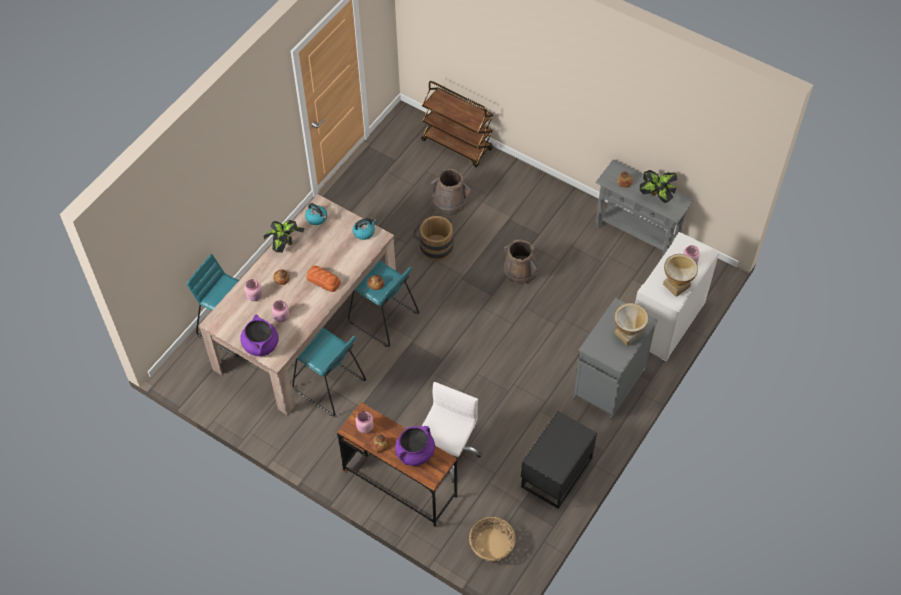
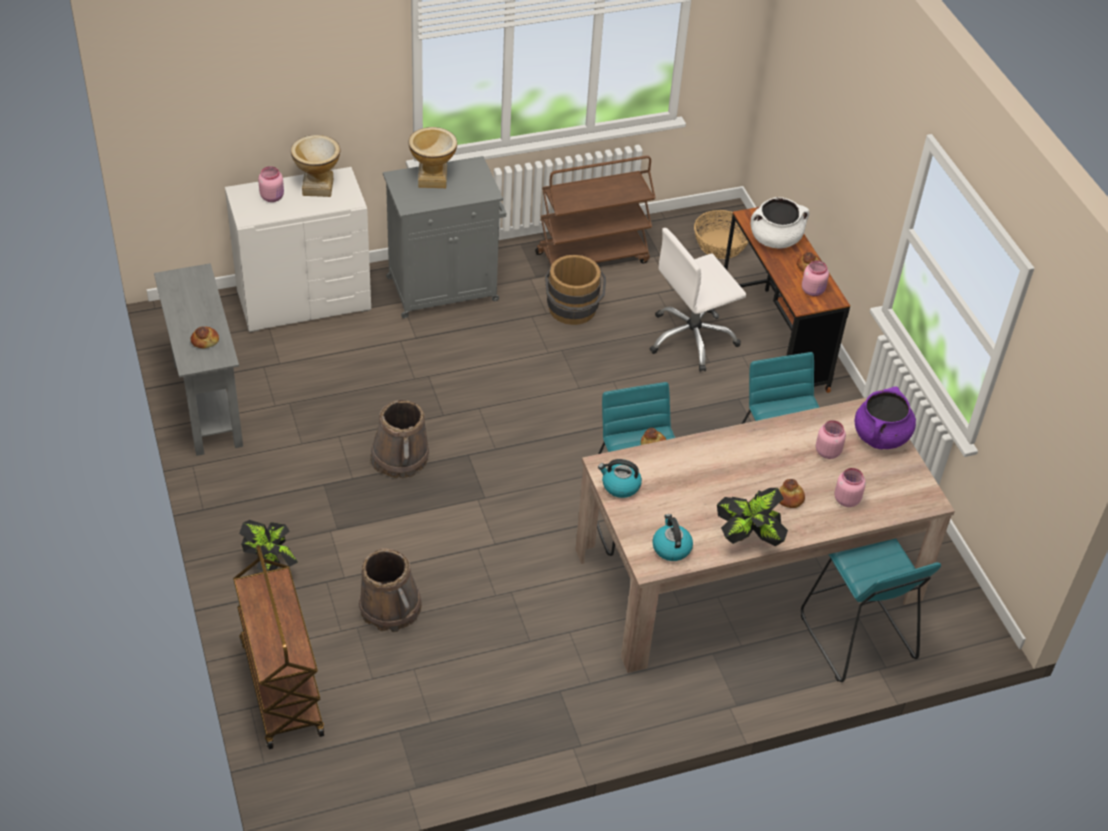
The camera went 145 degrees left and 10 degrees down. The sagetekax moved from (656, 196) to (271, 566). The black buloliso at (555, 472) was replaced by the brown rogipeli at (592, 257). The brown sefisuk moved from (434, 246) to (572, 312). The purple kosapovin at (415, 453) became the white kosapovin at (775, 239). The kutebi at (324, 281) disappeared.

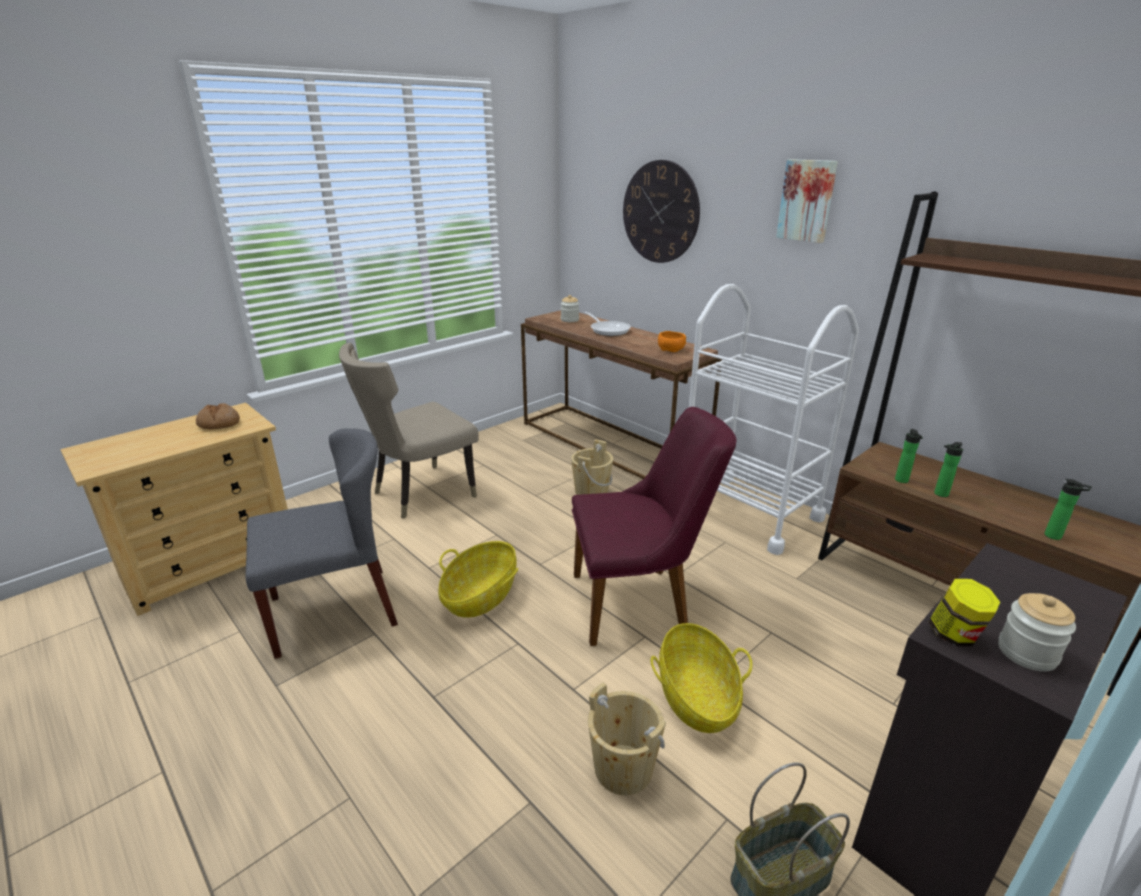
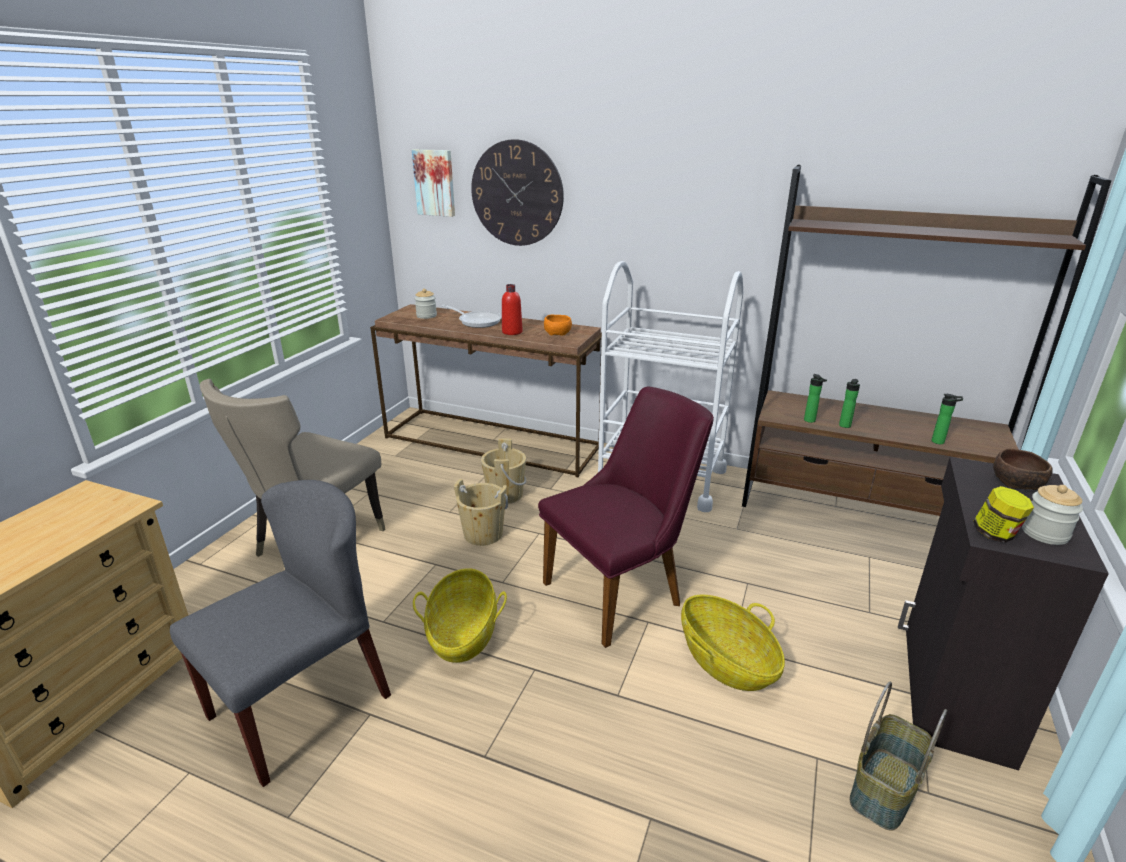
The camera went 25 degrees left and 0 degrees up. The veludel moved from (807, 200) to (435, 182). The beige sefisuk moved from (623, 769) to (483, 534). The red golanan at (512, 332) appeared. The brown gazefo at (1018, 483) appeared. The kutebi at (219, 424) disappeared.

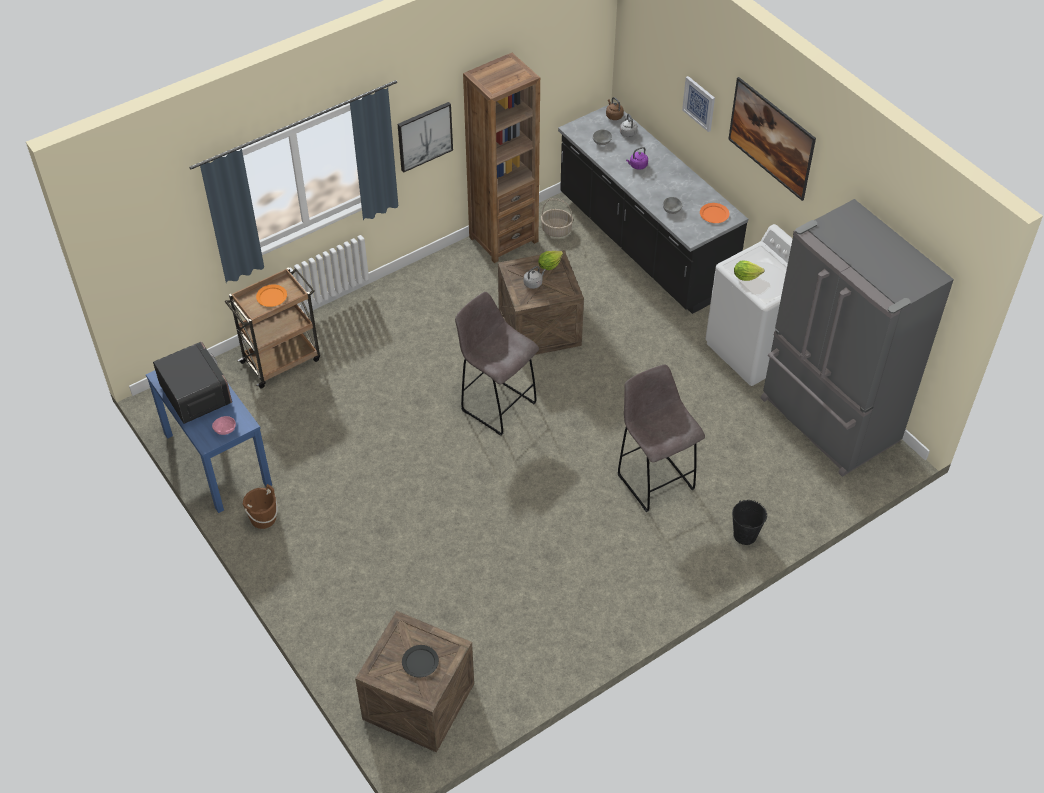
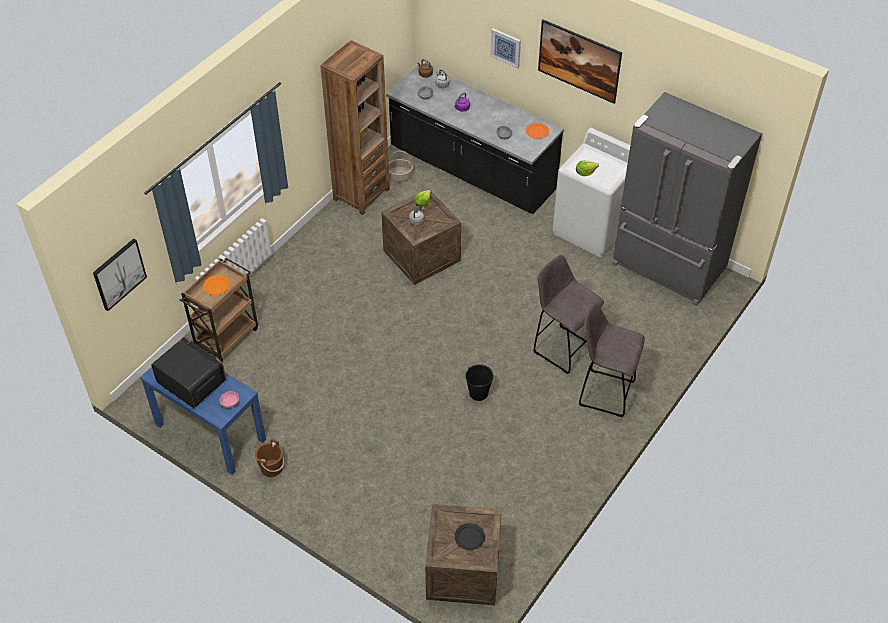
The camera went 20 degrees left and 0 degrees up. The veludel moved from (424, 136) to (119, 274). The black sefisuk moved from (745, 535) to (478, 393). The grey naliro moved from (497, 405) to (604, 392).

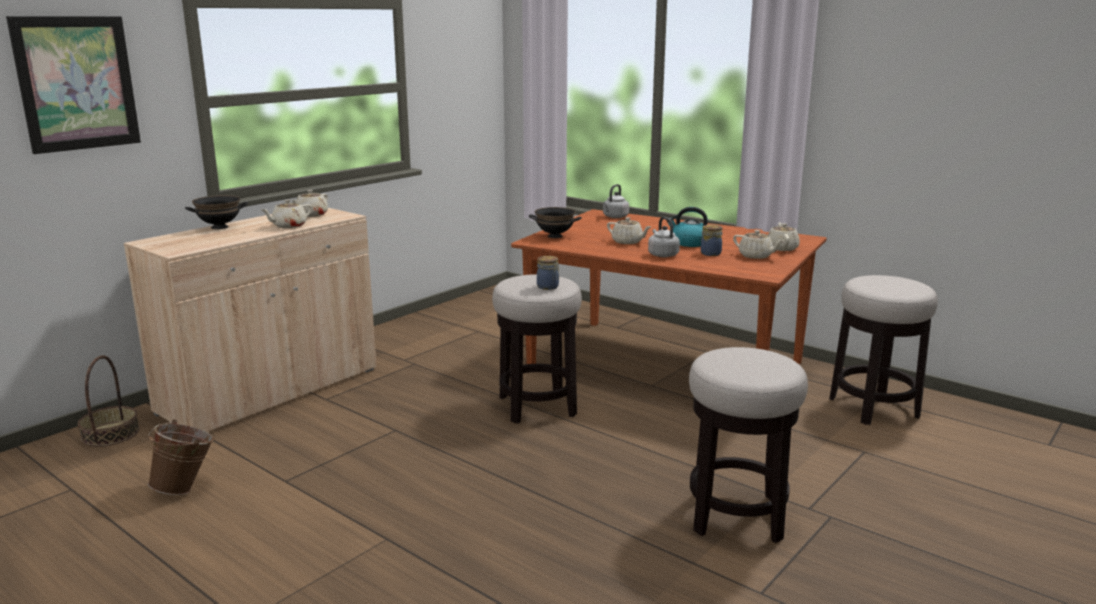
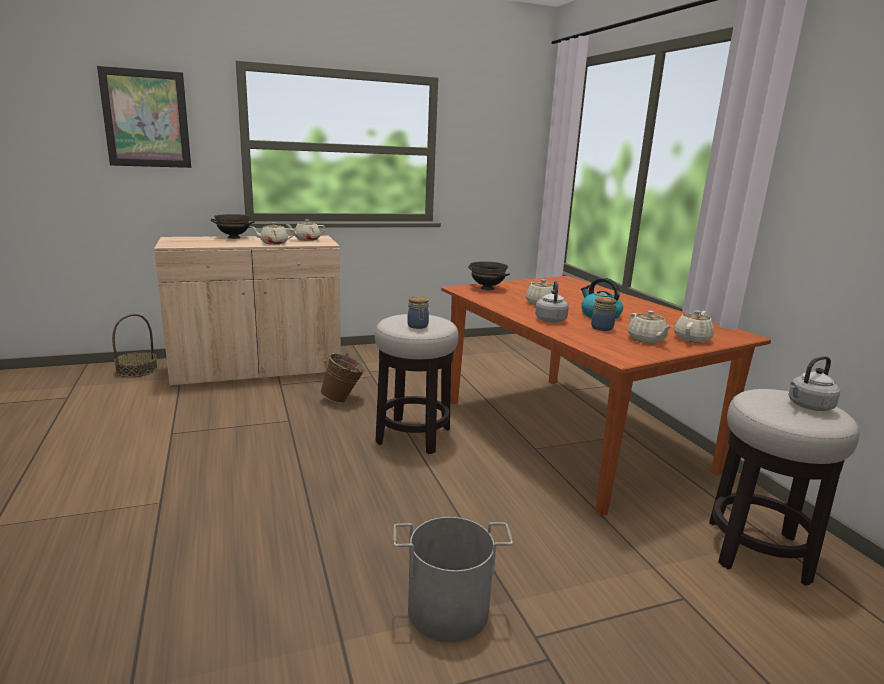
The camera went 30 degrees right and 0 degrees up. The brown sefisuk moved from (186, 488) to (343, 400). The naliro at (736, 515) was replaced by the grey sefisuk at (448, 608). The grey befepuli moved from (614, 217) to (808, 406).

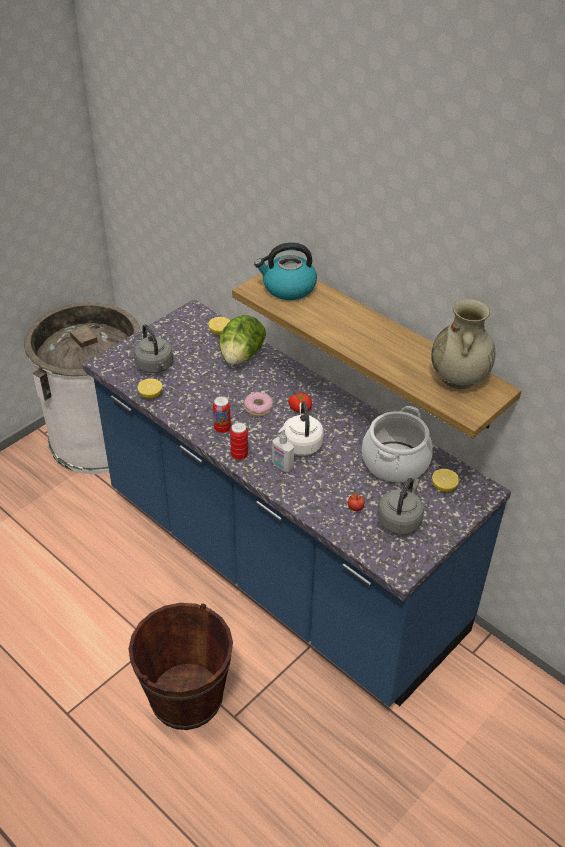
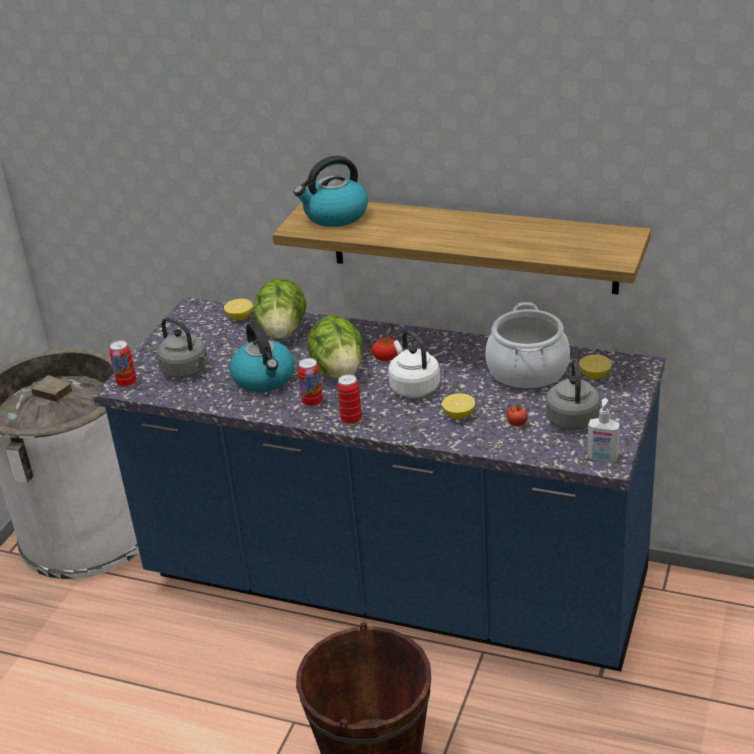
The camera went 20 degrees left and 10 degrees down. The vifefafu at (126, 383) appeared. The befepuli at (265, 379) appeared. The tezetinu at (258, 408) was replaced by the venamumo at (338, 371). The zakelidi moved from (150, 395) to (459, 415). The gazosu moved from (282, 466) to (602, 458). The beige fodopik at (458, 379) disappeared.

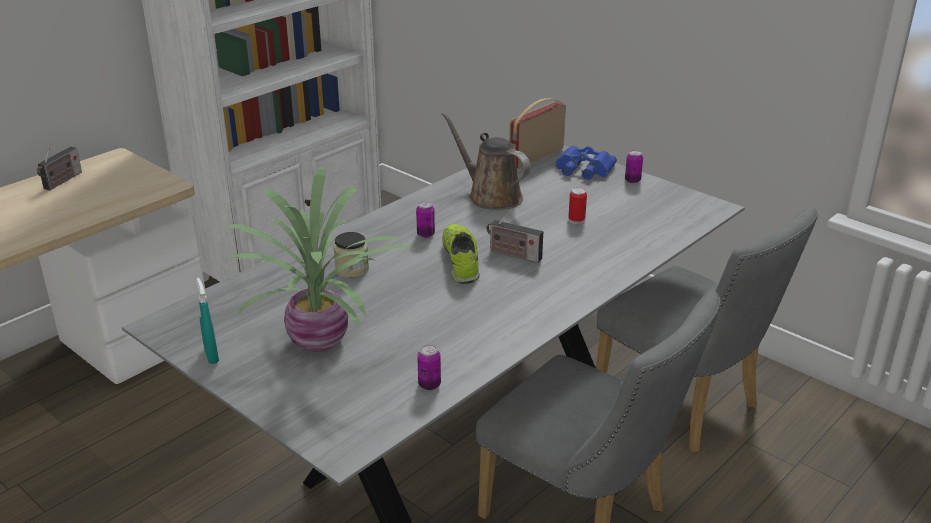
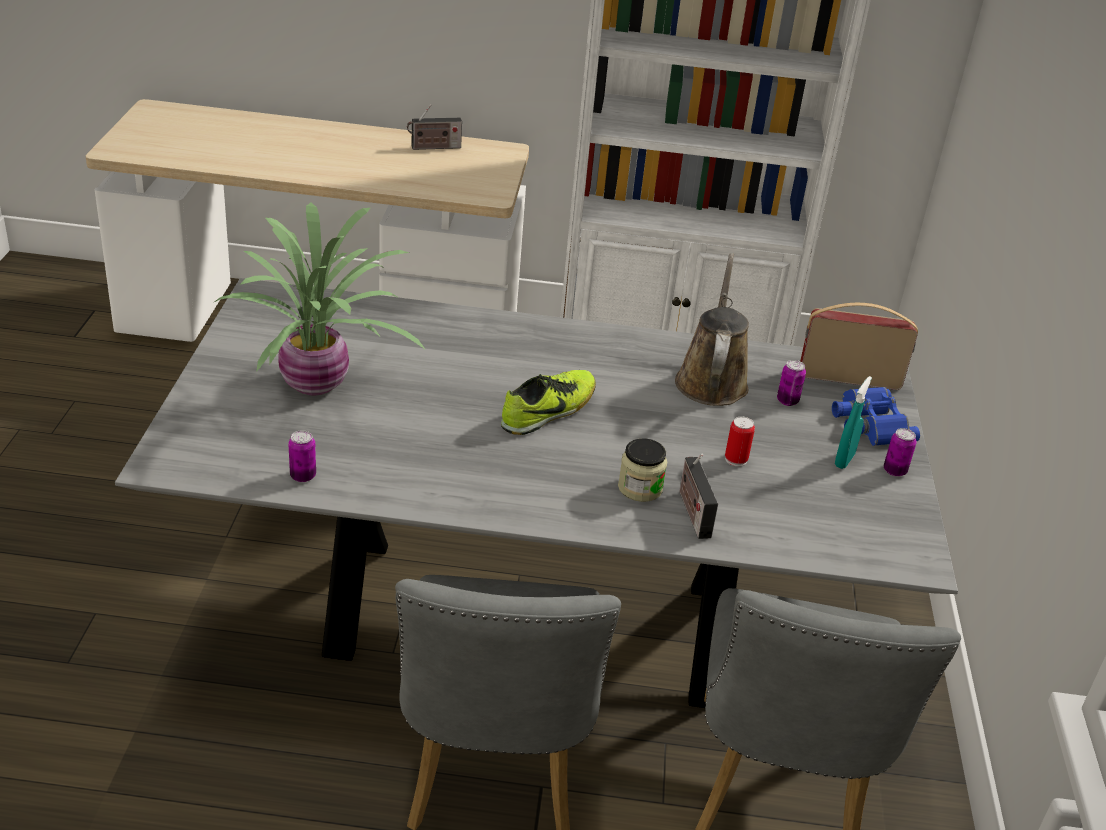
The camera went 50 degrees right and 5 degrees up. The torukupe moved from (352, 270) to (640, 488). The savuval moved from (513, 255) to (692, 512). The vifefafu moved from (425, 234) to (787, 401). The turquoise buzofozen moved from (211, 356) to (844, 460).

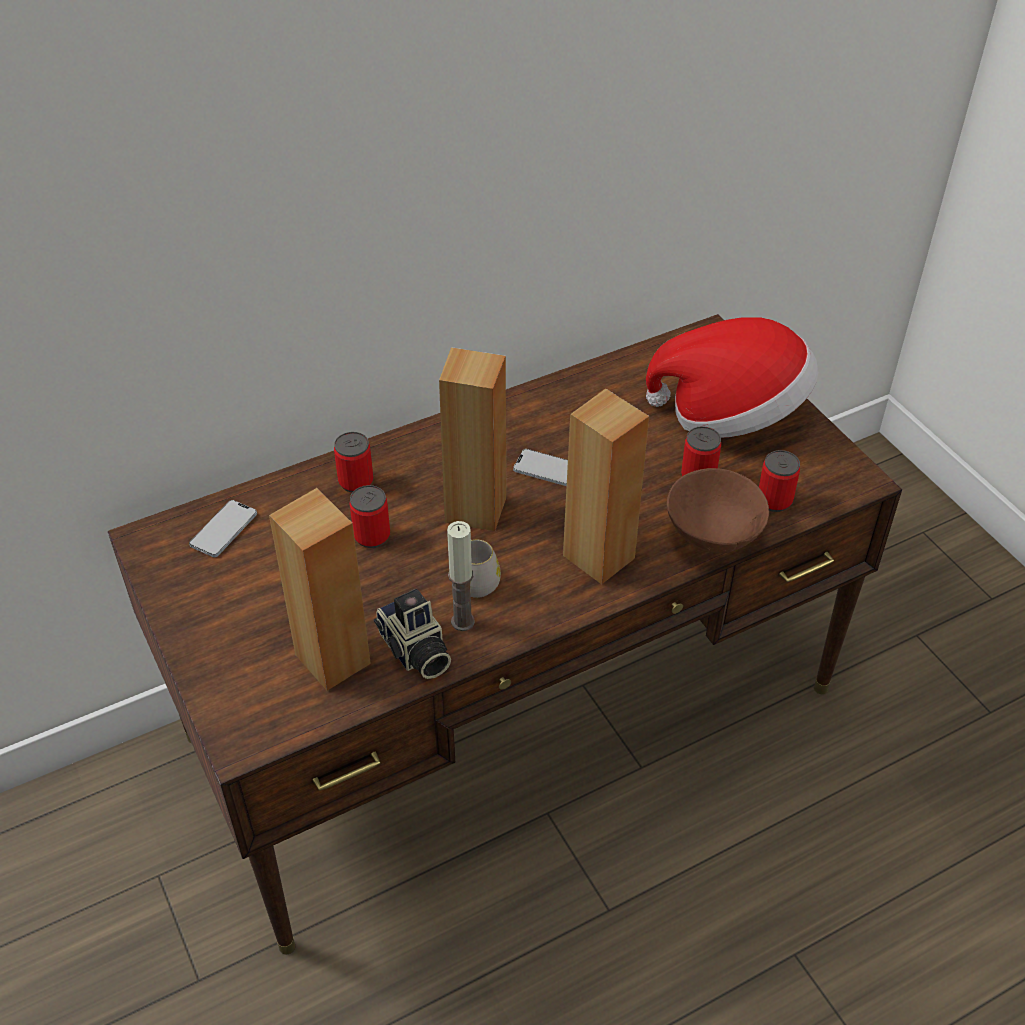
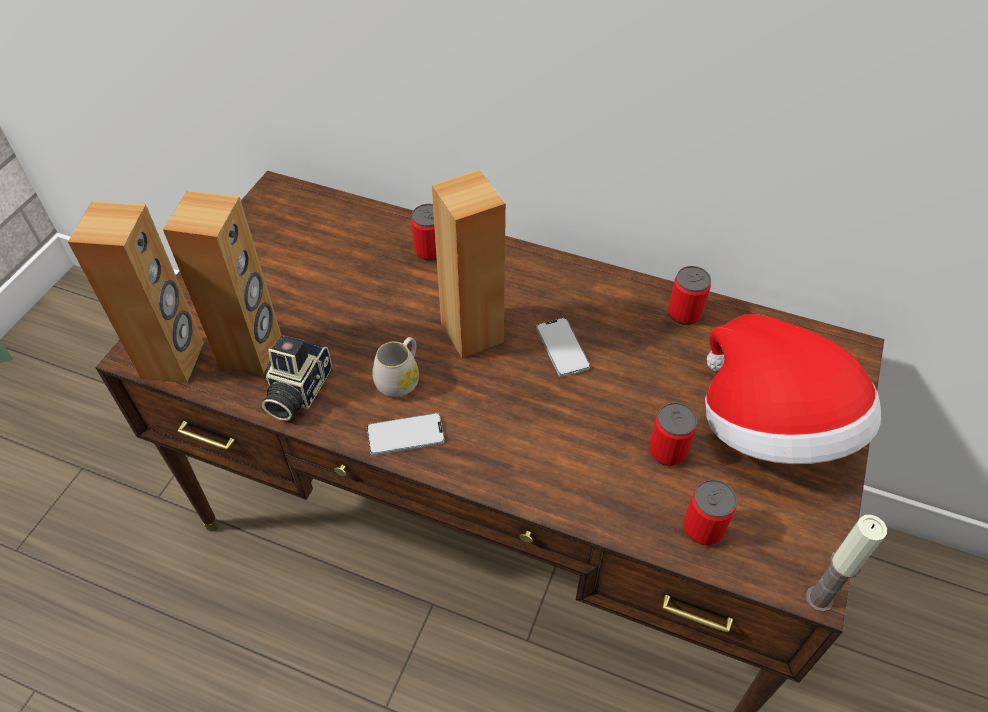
The camera went 50 degrees right and 5 degrees up. The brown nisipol moved from (599, 556) to (173, 360). The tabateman moved from (223, 529) to (405, 435). The vifefafu moved from (372, 536) to (684, 313). The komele moved from (462, 622) to (819, 599). The brown gazefo at (711, 537) disappeared.

